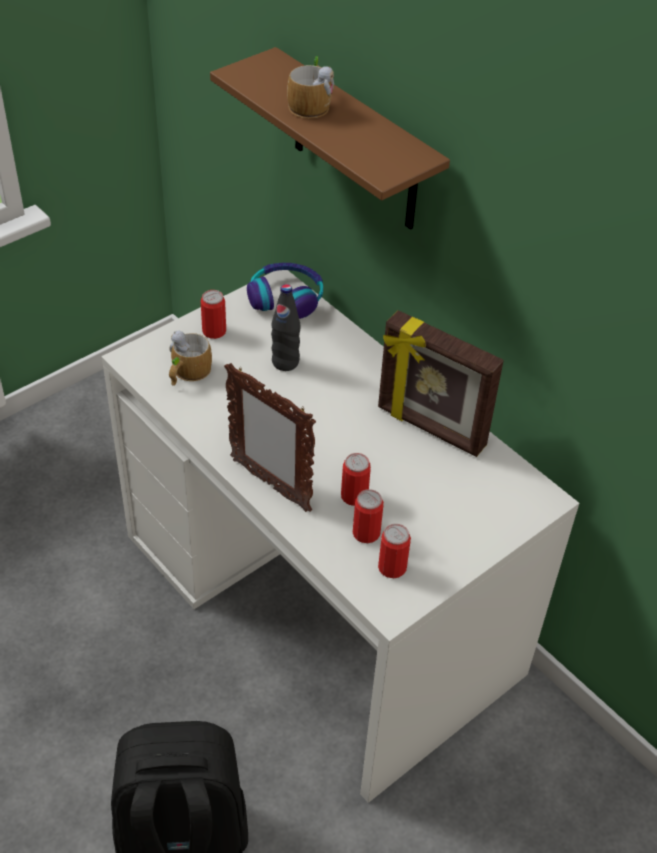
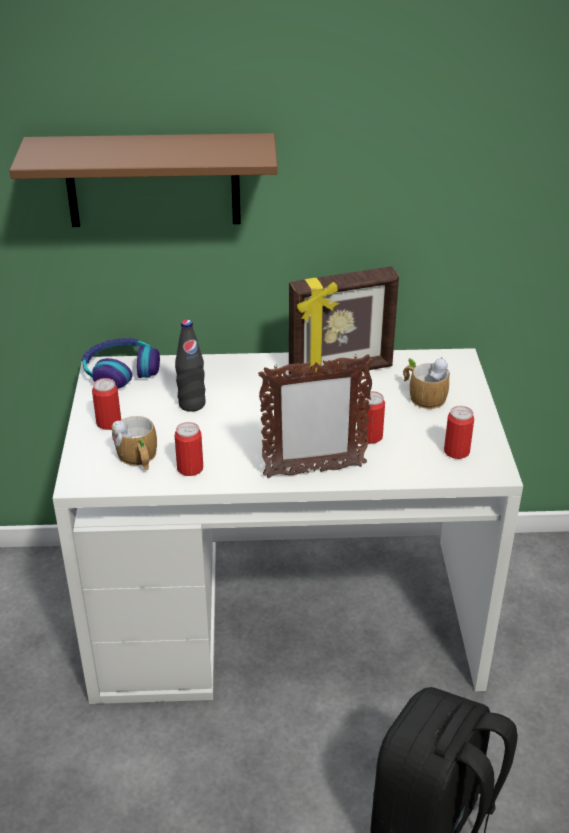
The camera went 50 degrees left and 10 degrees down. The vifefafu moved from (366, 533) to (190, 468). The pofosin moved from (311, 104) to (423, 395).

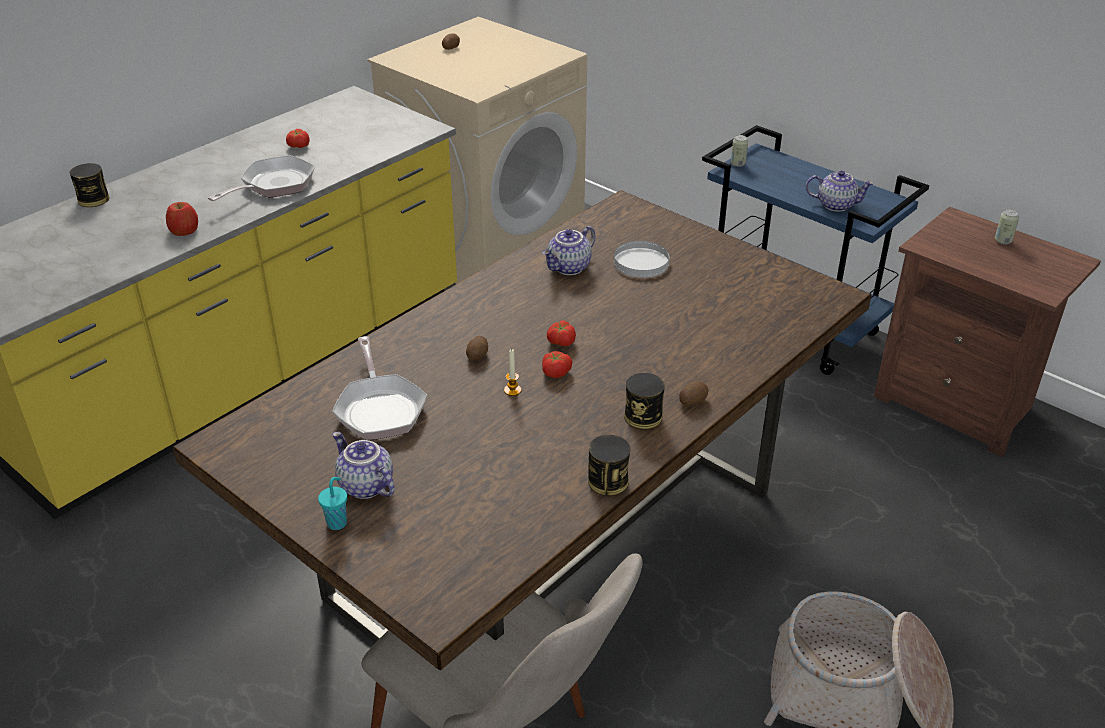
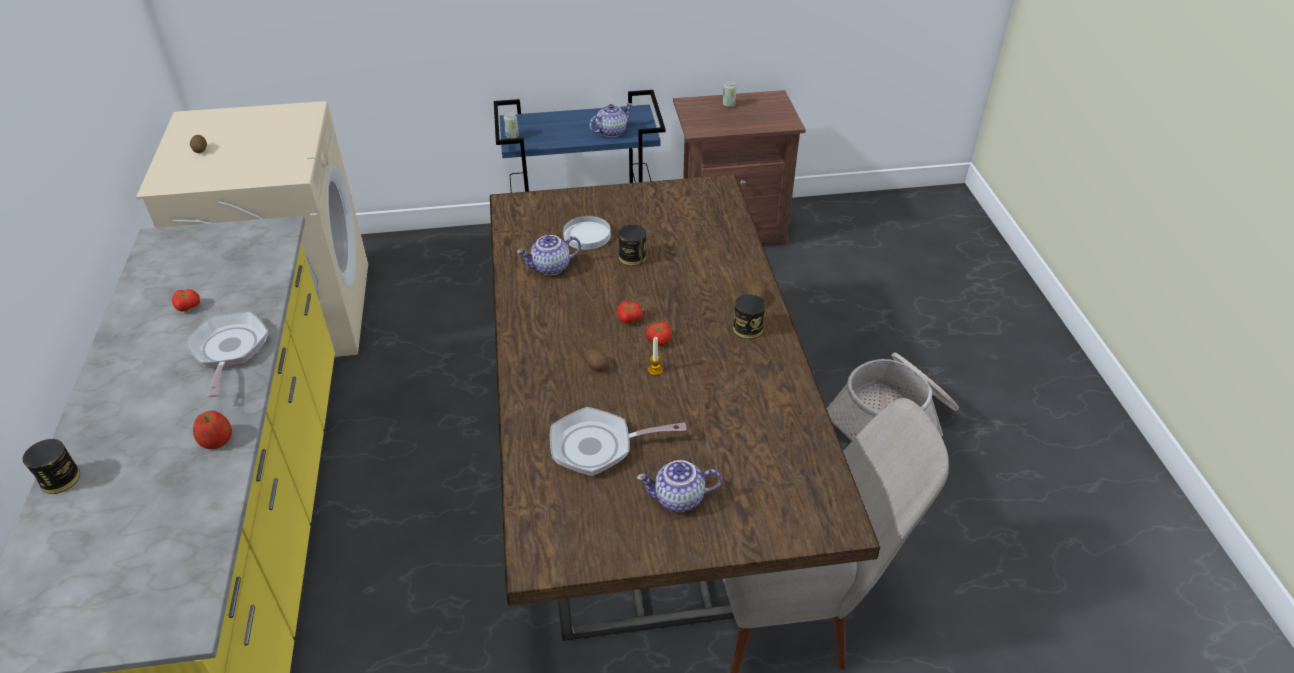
The camera went 50 degrees left and 5 degrees up. The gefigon at (569, 268) turned 75 degrees clockwise. The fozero at (380, 408) turned 150 degrees clockwise. The vifefafu moved from (608, 481) to (632, 257). The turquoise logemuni at (337, 522) disappeared.

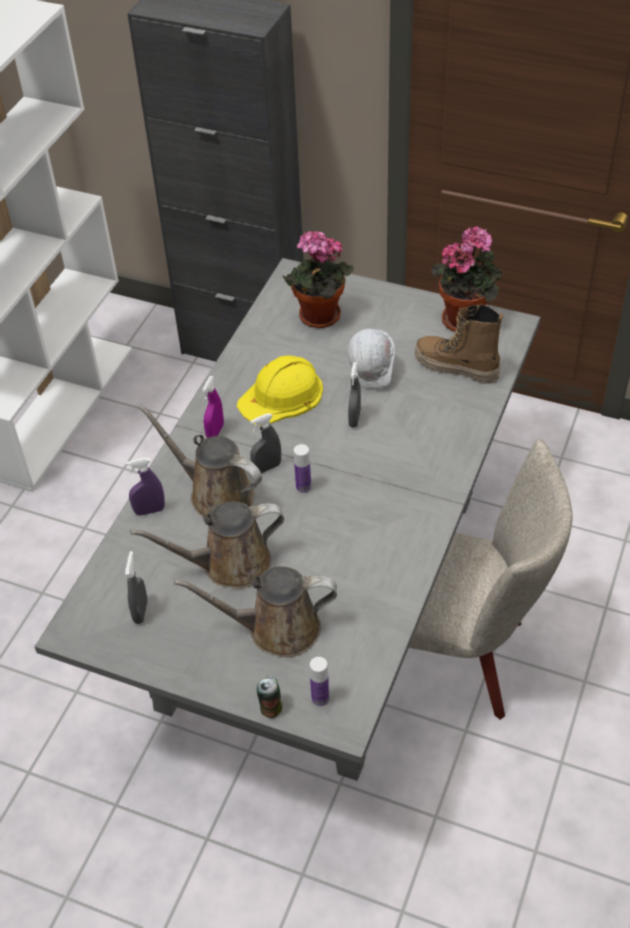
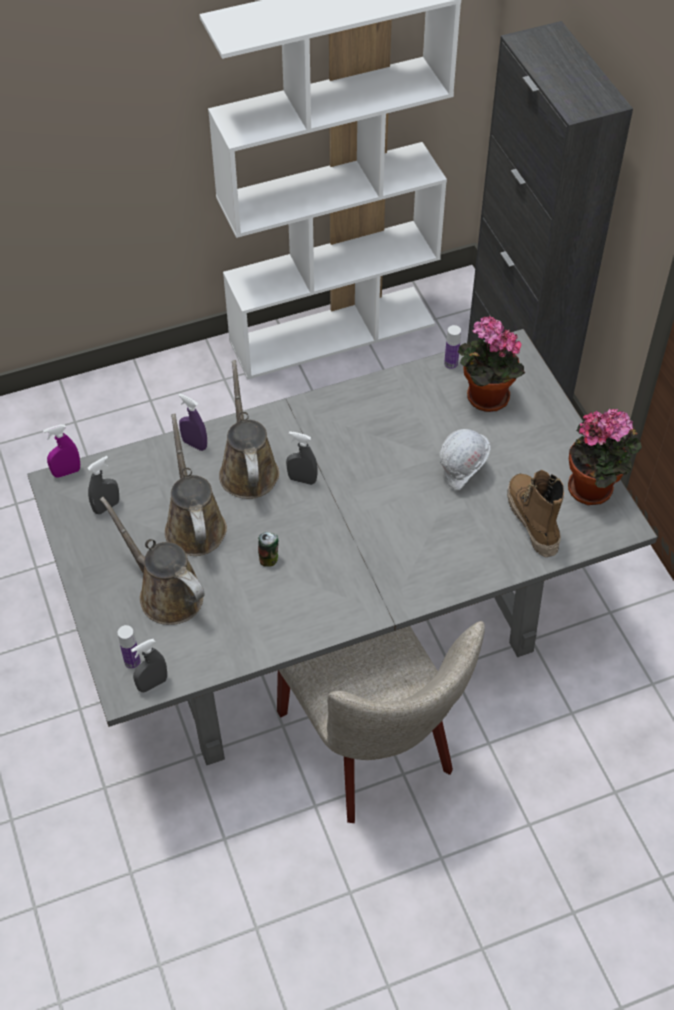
The camera went 45 degrees right and 5 degrees up. The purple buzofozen moved from (215, 432) to (66, 472). The grey buzofozen moved from (354, 419) to (152, 684). The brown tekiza at (229, 564) turned 45 degrees clockwise. The vifefafu moved from (271, 707) to (269, 559). The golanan moved from (303, 487) to (451, 364). The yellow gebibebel at (282, 396) disappeared.

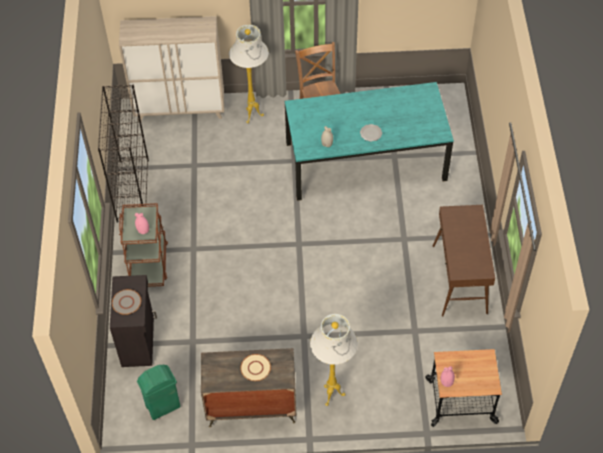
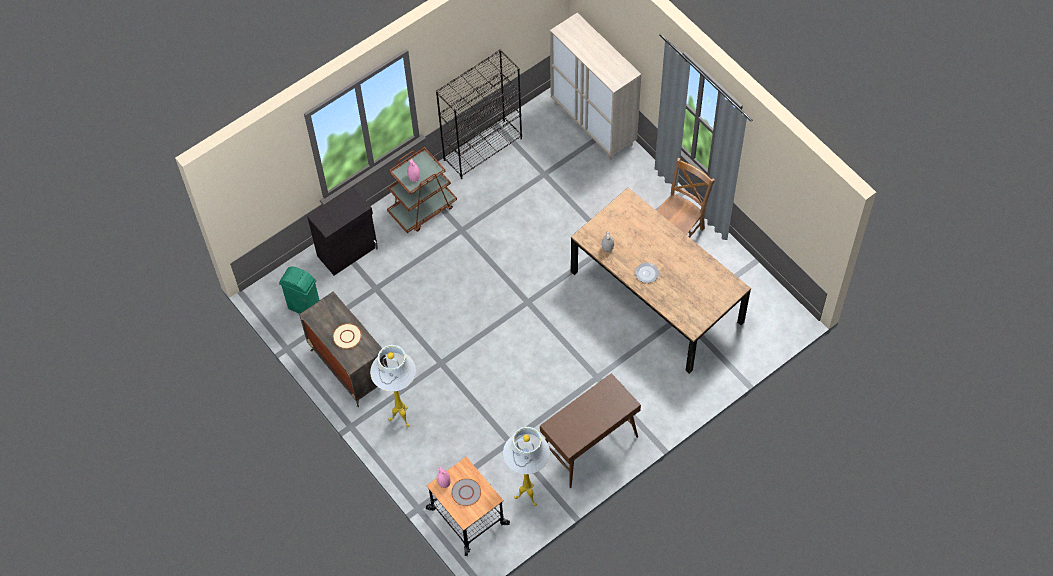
The camera went 55 degrees right and 5 degrees up. The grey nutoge moved from (126, 302) to (466, 492). The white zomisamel moved from (253, 115) to (528, 496). The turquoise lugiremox at (365, 161) became the brown lugiremox at (656, 297).

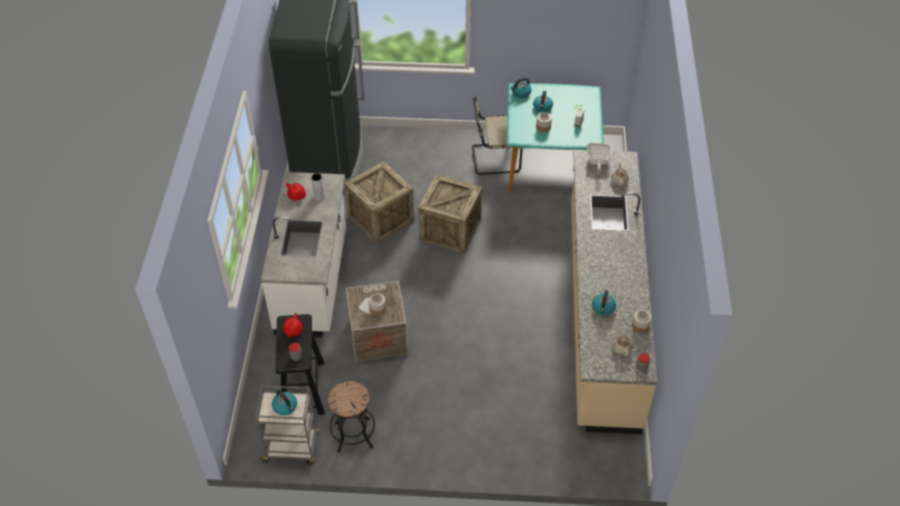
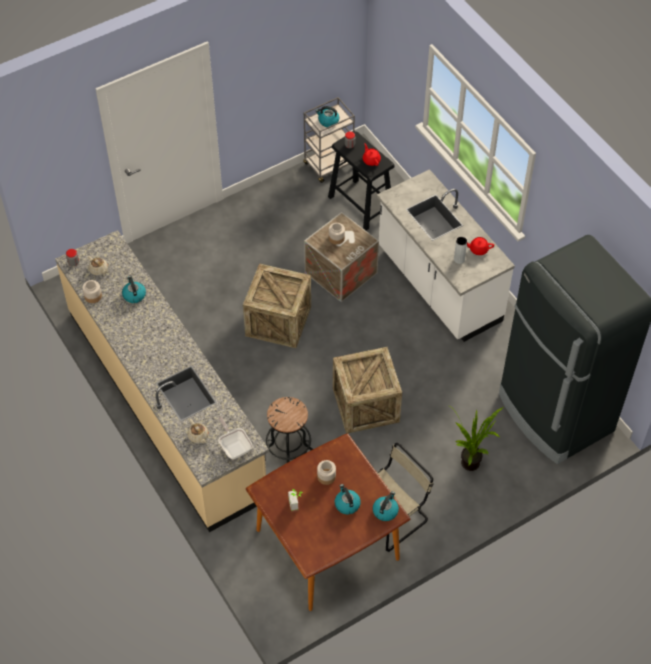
The camera went 145 degrees right and 5 degrees up. The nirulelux moved from (381, 218) to (278, 321). The turquoise lugiremox at (550, 165) became the brown lugiremox at (326, 545). The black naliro moved from (353, 435) to (288, 450). The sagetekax at (470, 467) appeared.

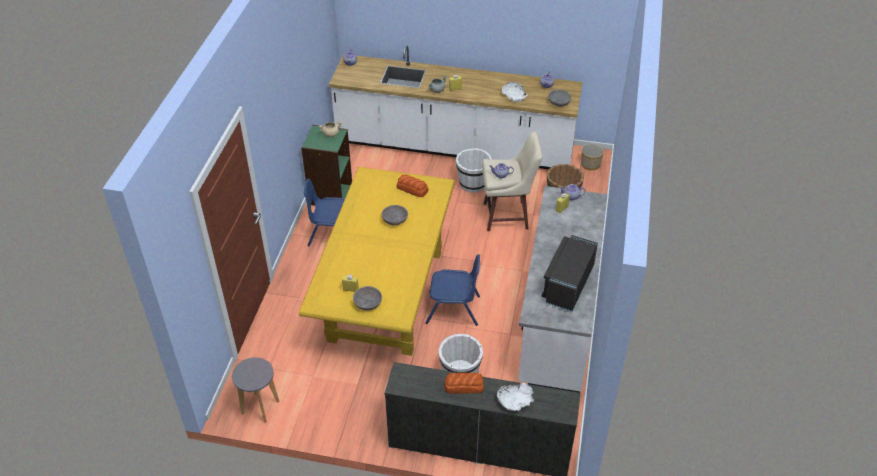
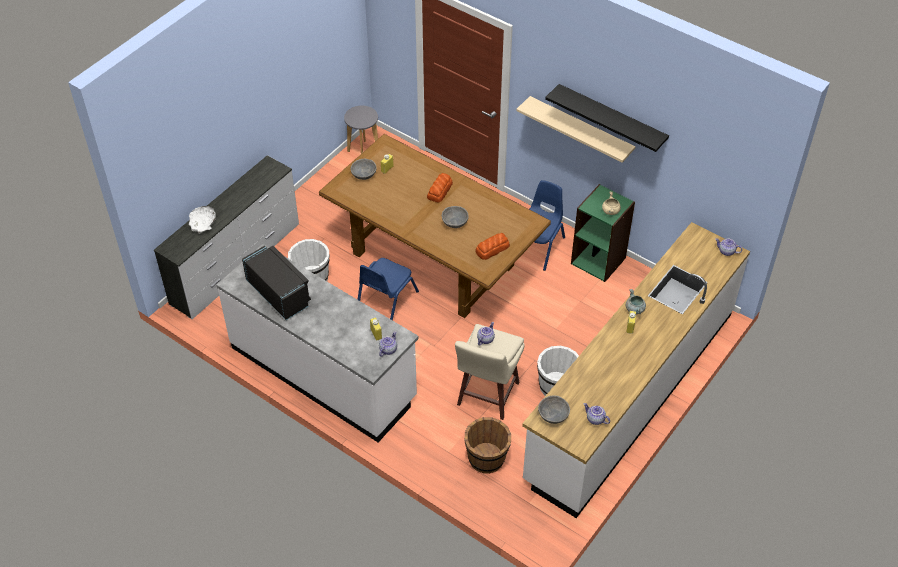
The camera went 115 degrees right and 5 degrees up. The yellow lugiremox at (386, 296) became the brown lugiremox at (432, 259). The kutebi moved from (463, 386) to (440, 190). The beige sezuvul at (580, 130) appeared. The black sezuvul at (611, 118) appeared. The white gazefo at (514, 96) disappeared. The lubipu at (590, 164) disappeared.

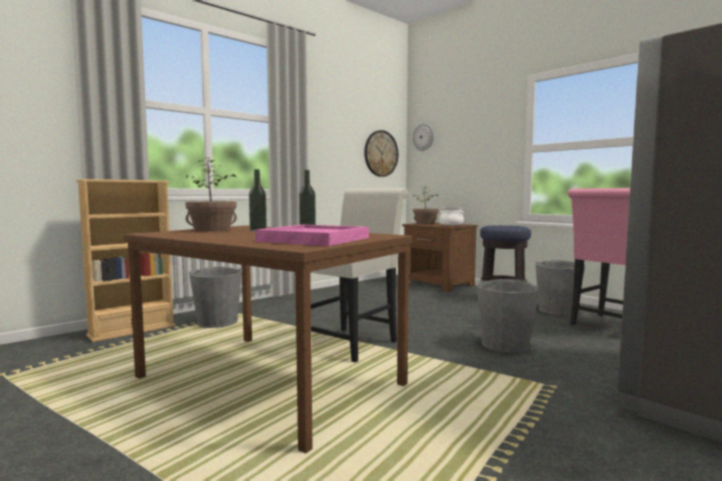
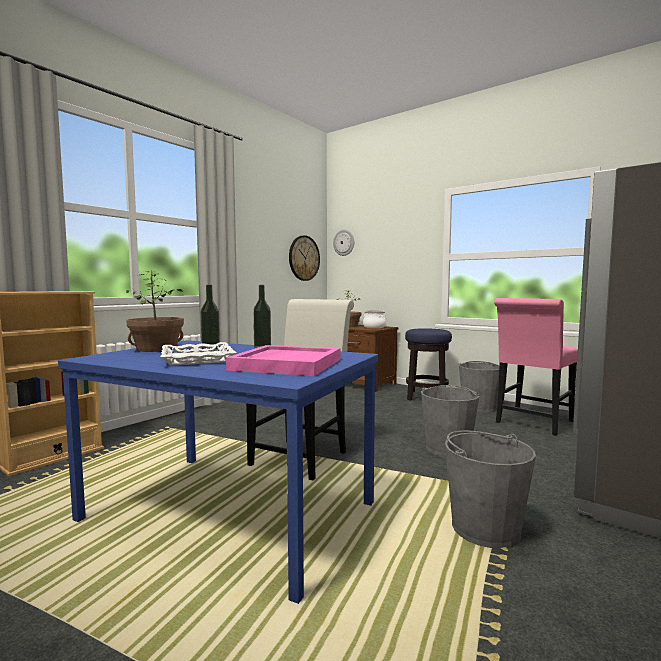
The camera went 10 degrees left and 0 degrees up. The brown lugiremox at (271, 381) became the blue lugiremox at (231, 511). The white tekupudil at (197, 359) appeared. The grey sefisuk moved from (217, 322) to (485, 528).

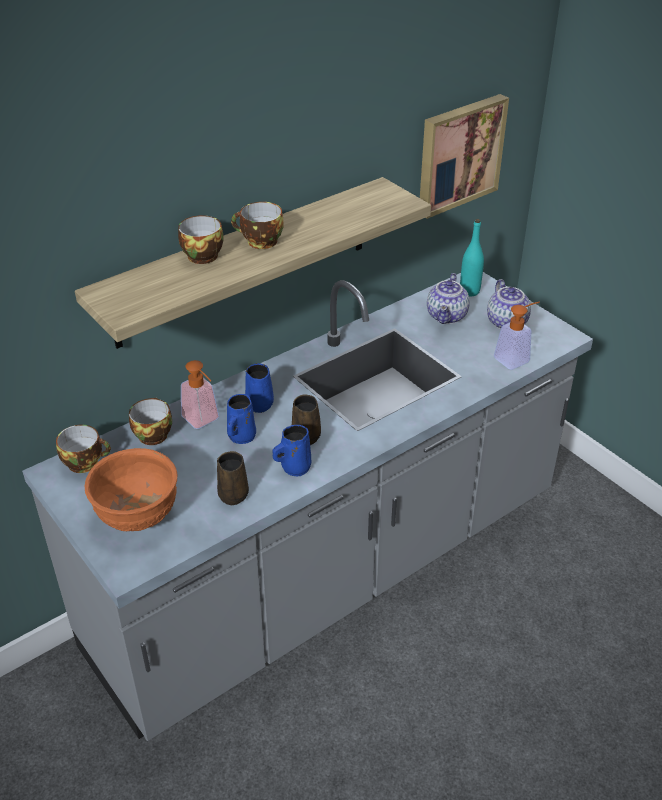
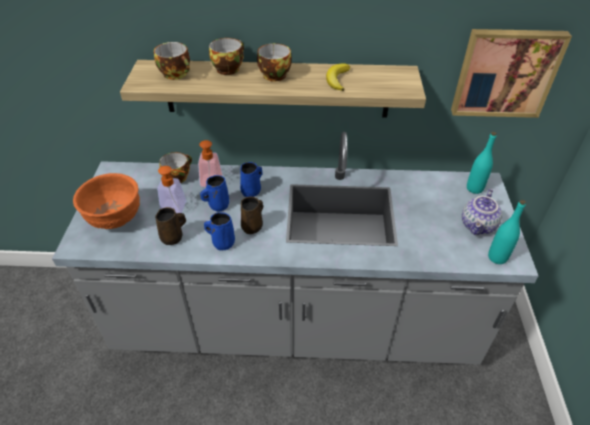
The camera went 40 degrees right and 5 degrees up. The logemuni moved from (85, 462) to (177, 74). The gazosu moved from (516, 358) to (178, 207). The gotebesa at (337, 79) appeared. The turquoise golanan at (497, 257) appeared. The gefigon at (447, 316) disappeared.

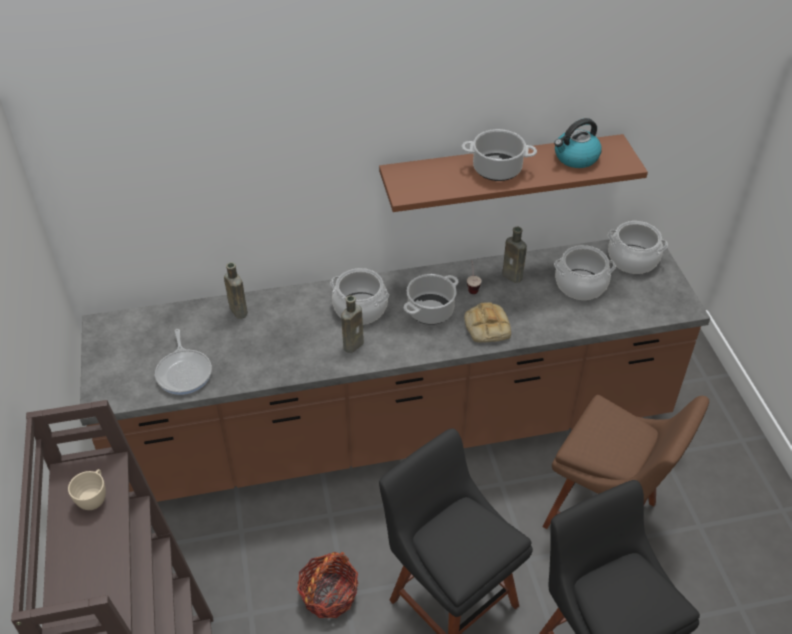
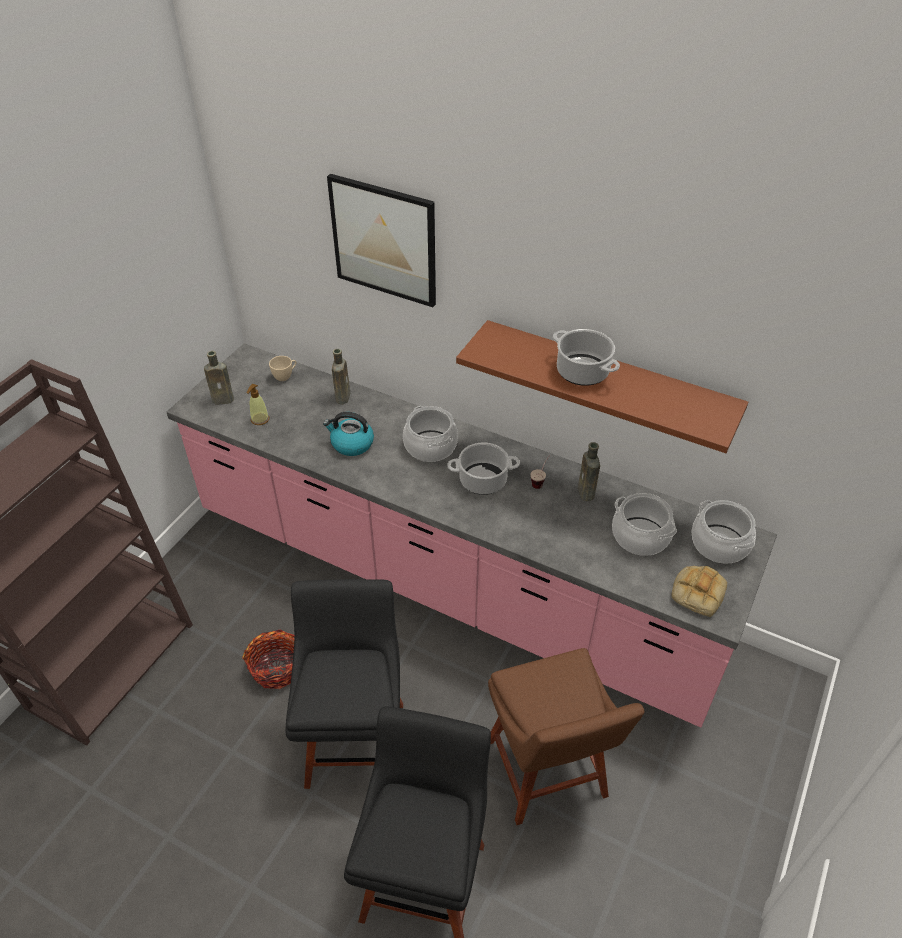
The camera went 40 degrees right and 0 degrees up. The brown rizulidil at (396, 429) became the pink rizulidil at (451, 580). The brown golanan moved from (354, 343) to (224, 399). The fozero at (184, 372) was replaced by the gazosu at (260, 419). The beige logemuni moved from (94, 498) to (285, 376). The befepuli moved from (575, 158) to (351, 444). The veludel at (384, 240) appeared. The kutebi moved from (486, 326) to (697, 592).

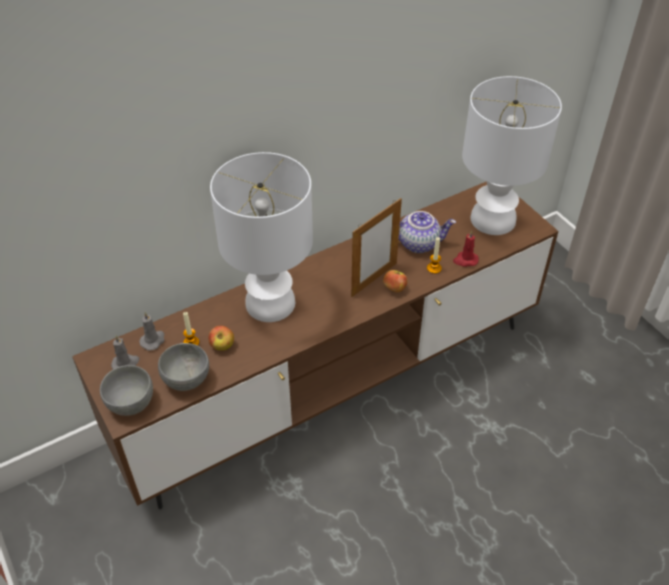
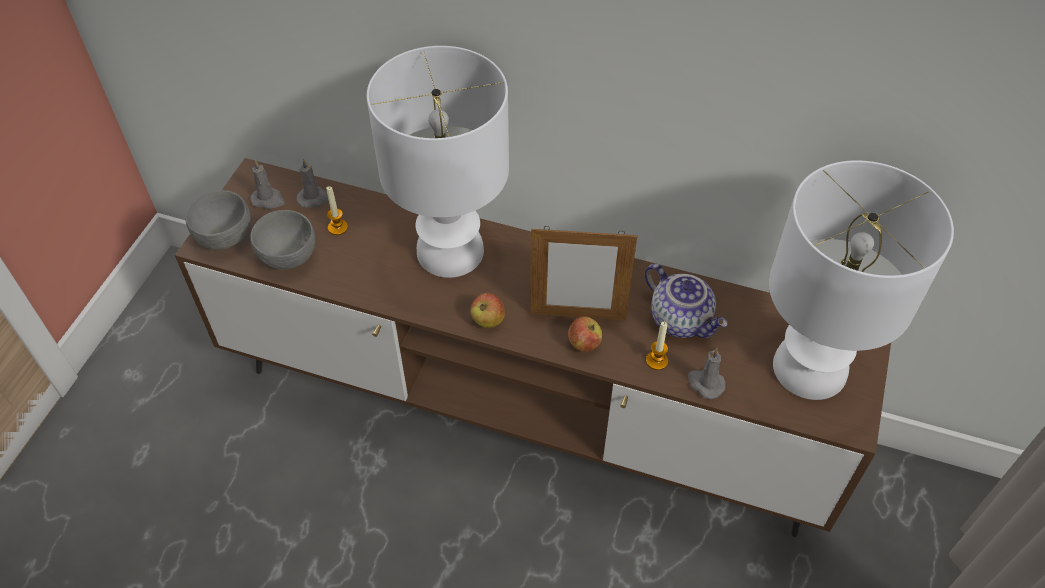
The camera went 50 degrees right and 5 degrees up. The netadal moved from (222, 345) to (488, 320). The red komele at (465, 260) became the grey komele at (705, 383).

